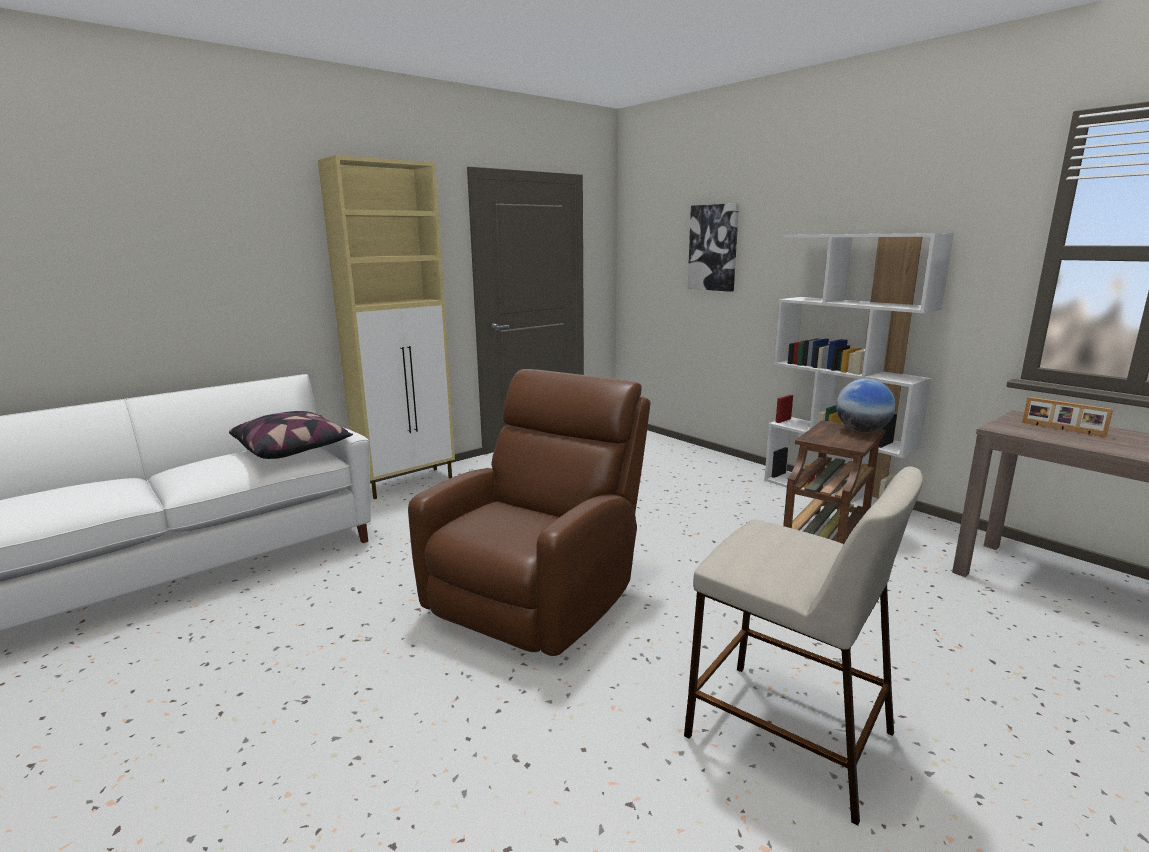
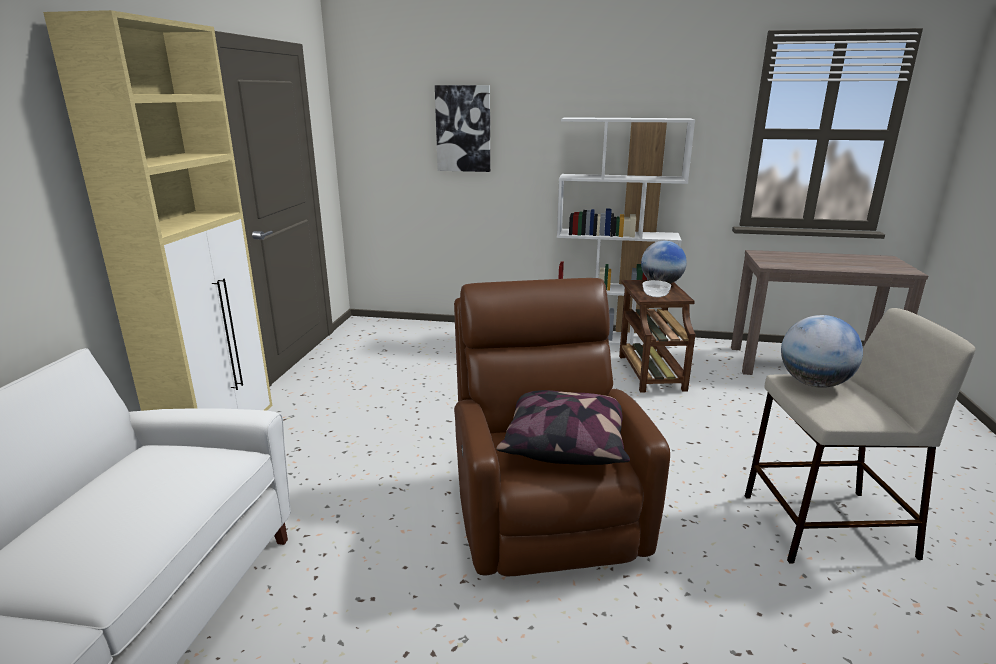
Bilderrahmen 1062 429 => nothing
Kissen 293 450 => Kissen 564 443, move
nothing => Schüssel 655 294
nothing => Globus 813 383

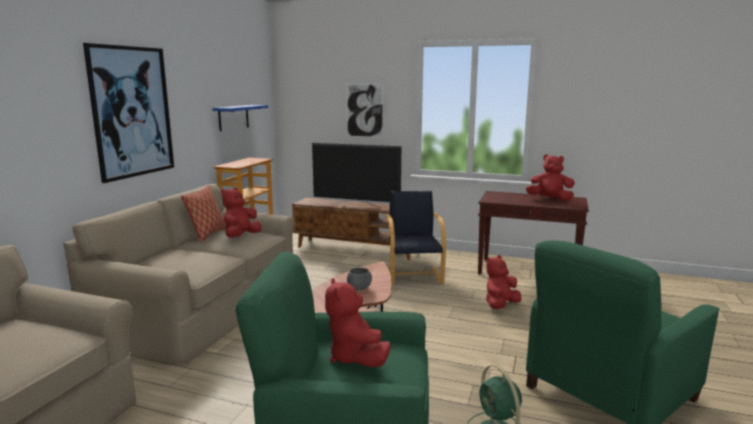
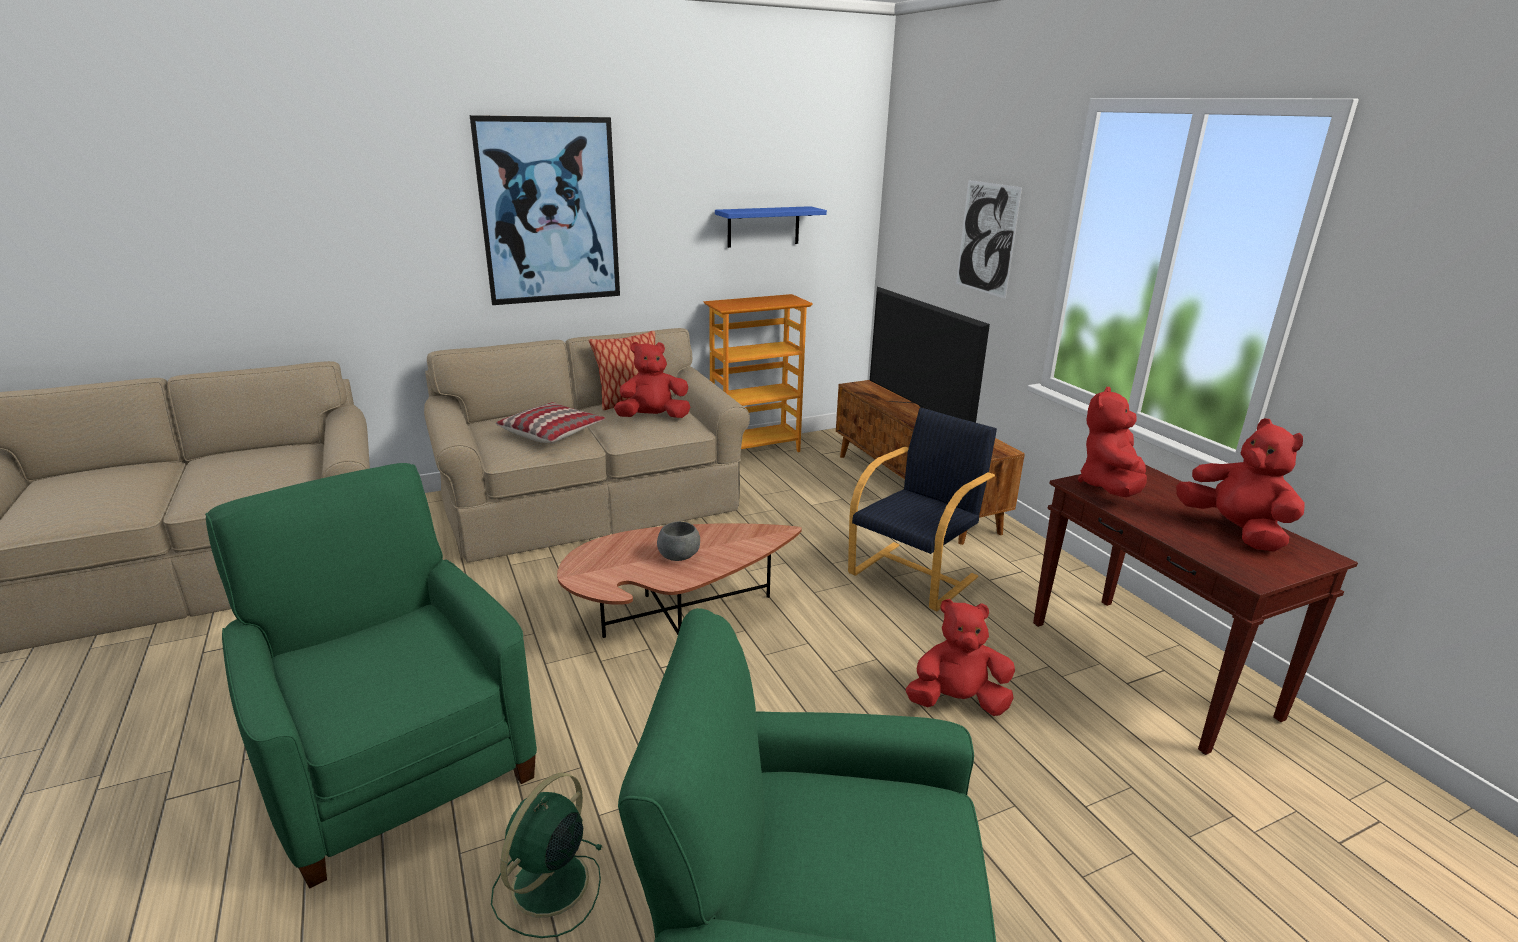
Plüschtier (rot) 355 357 => Plüschtier (rot) 1110 487, move
nothing => Kissen 552 433

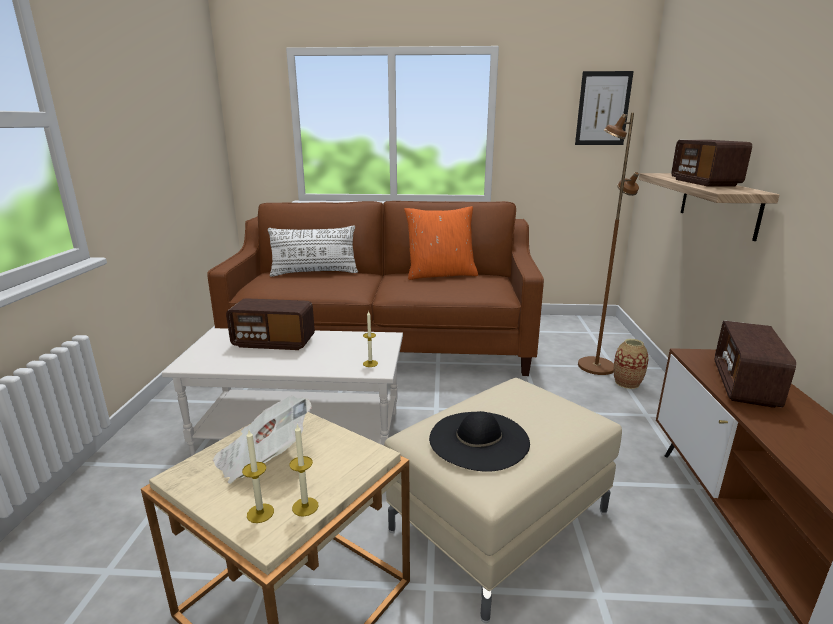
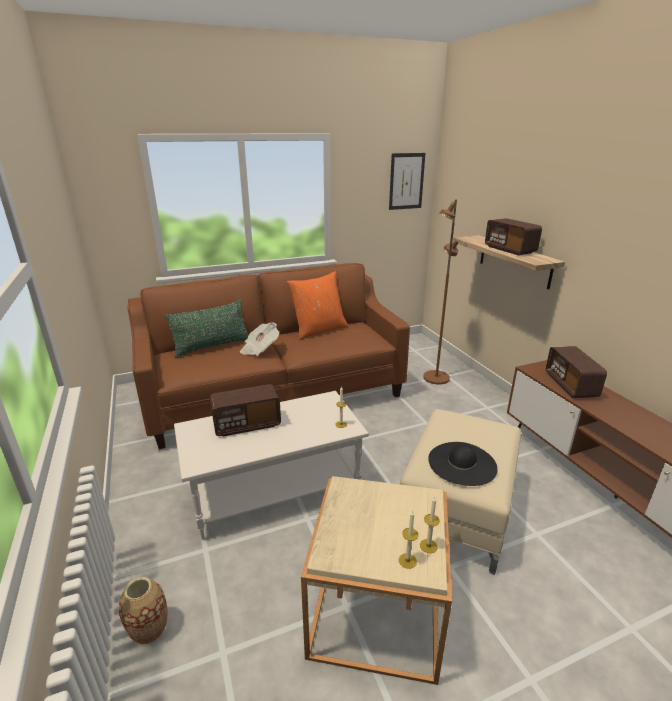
Kissen (weiß) 314 273 => Kissen (grün) 212 347
Vase 627 383 => Vase 149 629, move
Zeitung 263 459 => Zeitung 259 349, move

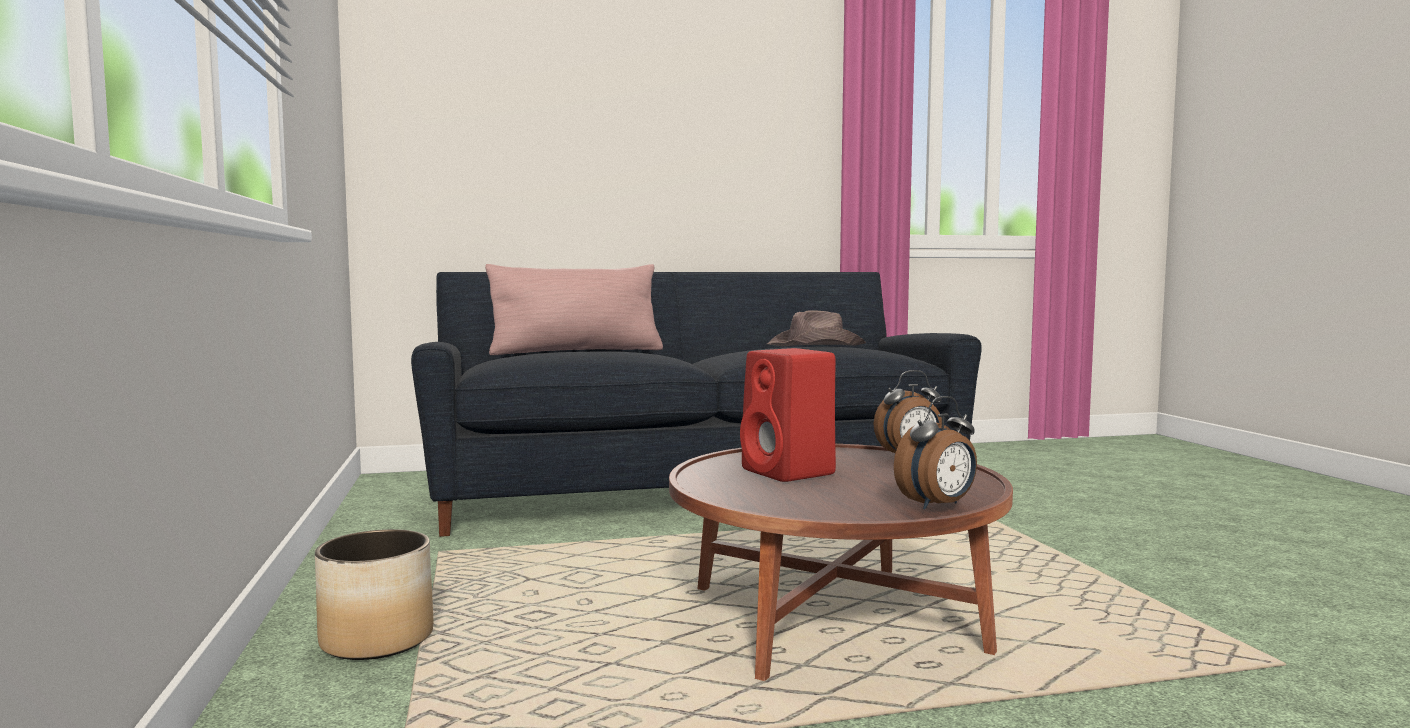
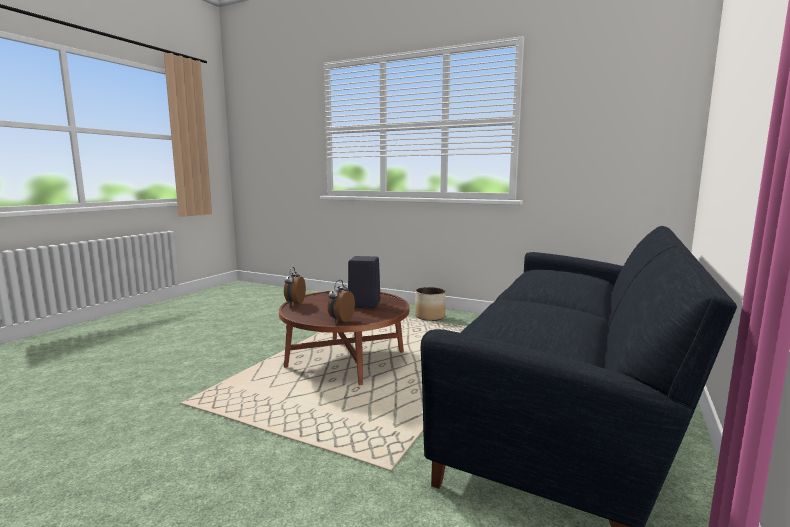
Kissen (rosa) 576 351 => nothing
Hut (braun) 817 346 => nothing
Lautsprecher (rot) 790 472 => Lautsprecher (schwarz) 363 304

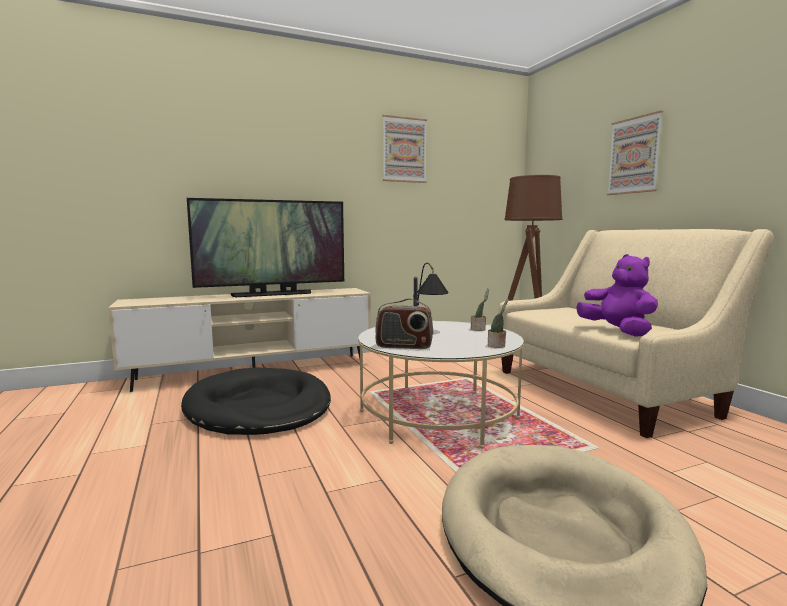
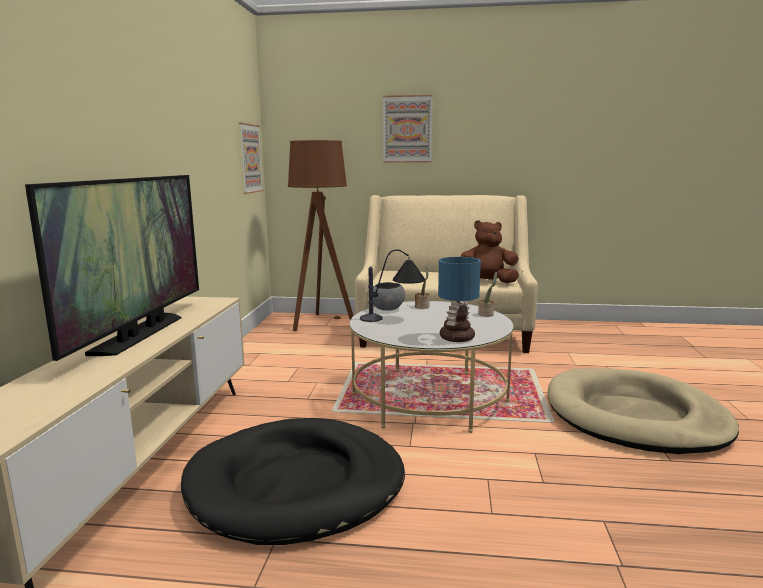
Bild 404 150 => Bild 250 158, move
Plüschtier (lila) 617 331 => Plüschtier (braun) 487 282
Radio 404 346 => Tischlampe 457 337
nothing => Schüssel (grau) 387 309

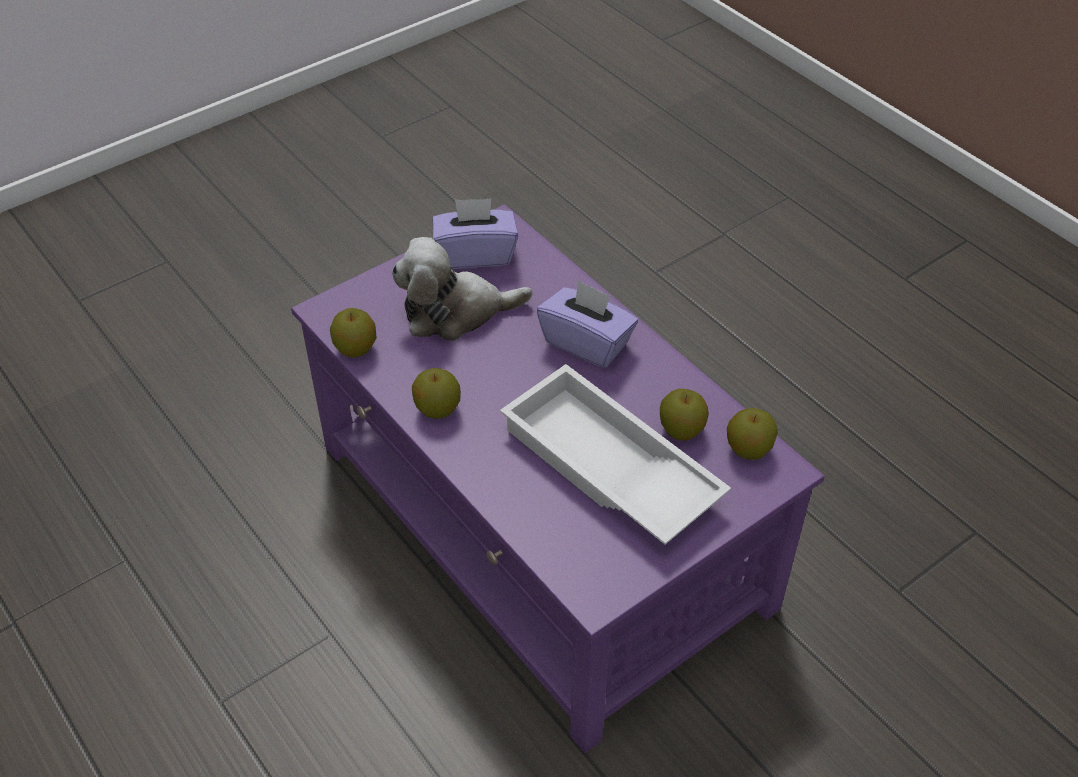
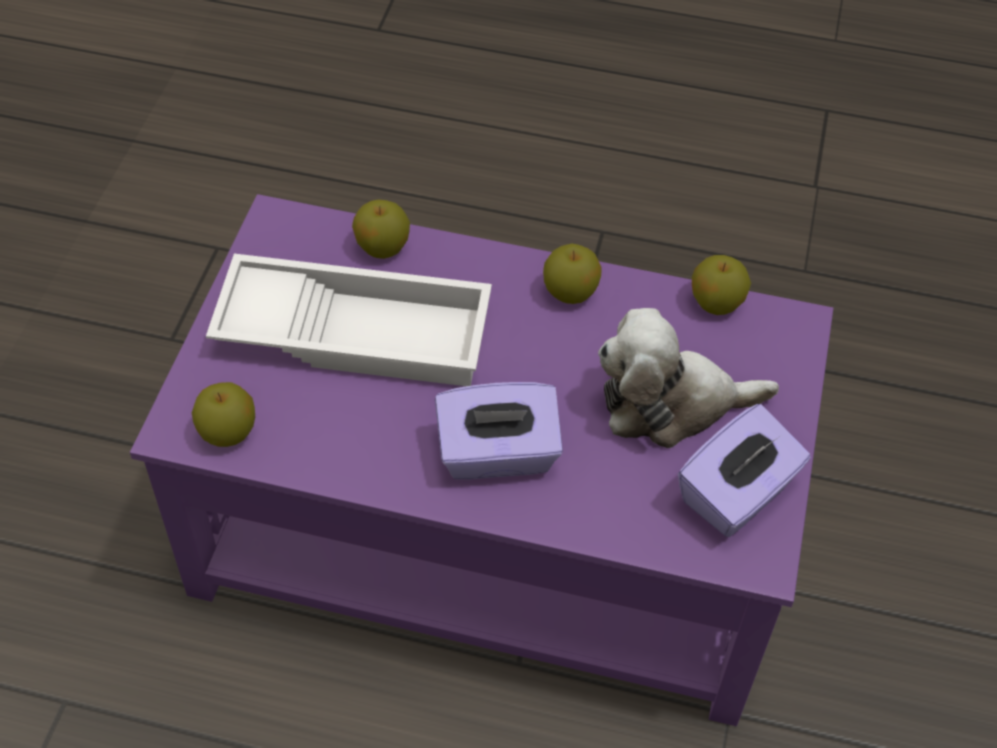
Plüschtier 455 312 => Plüschtier 671 403, 135 degrees counterclockwise
Apfel 681 430 => Apfel 382 247, move

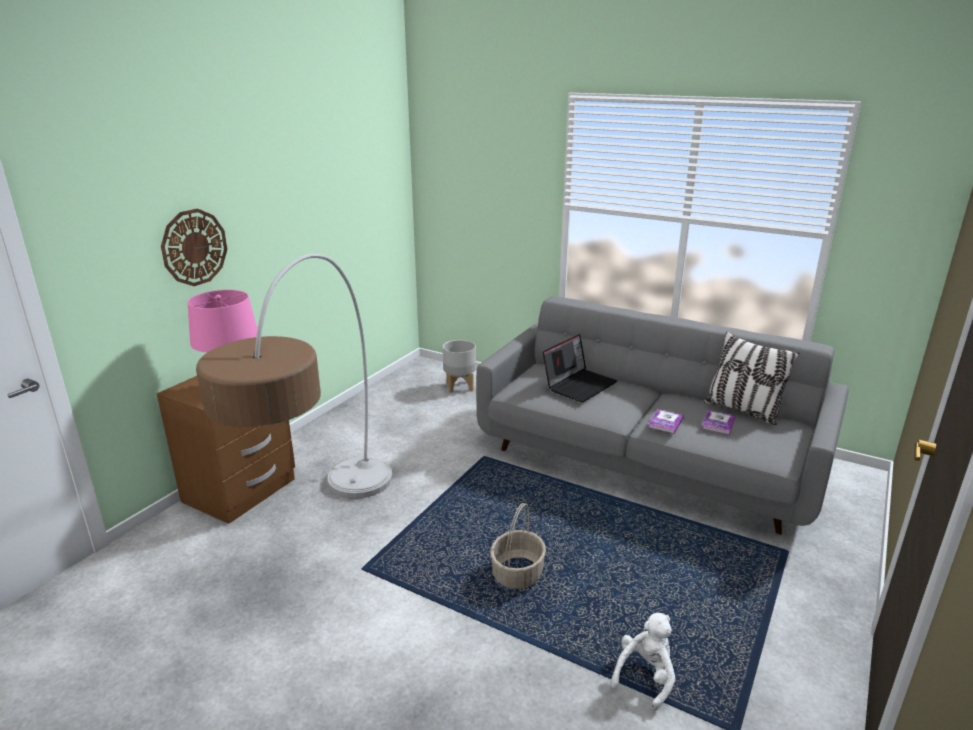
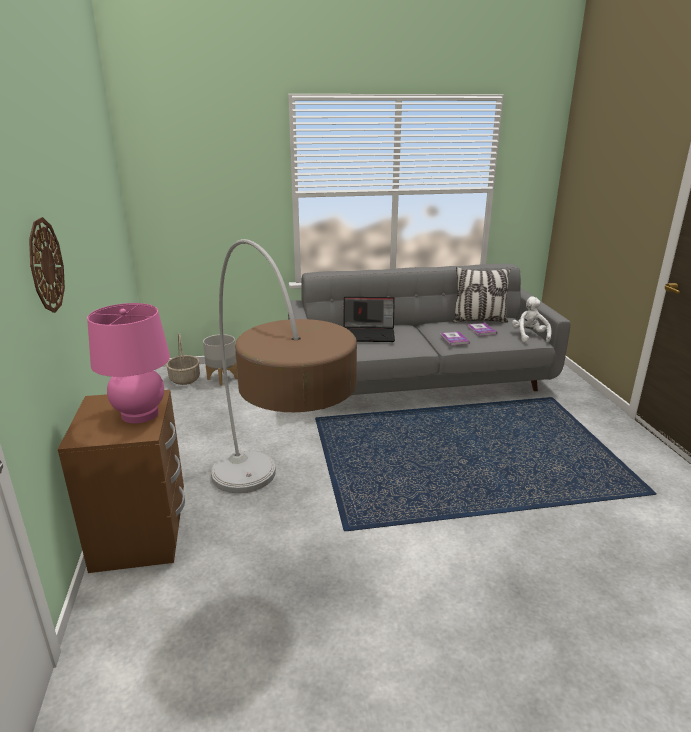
Laptop 579 384 => Laptop 369 334, 90 degrees clockwise
Korb 517 573 => Korb 184 379, move
Plüschtier (weiß) 645 677 => Plüschtier (weiß) 529 336, move

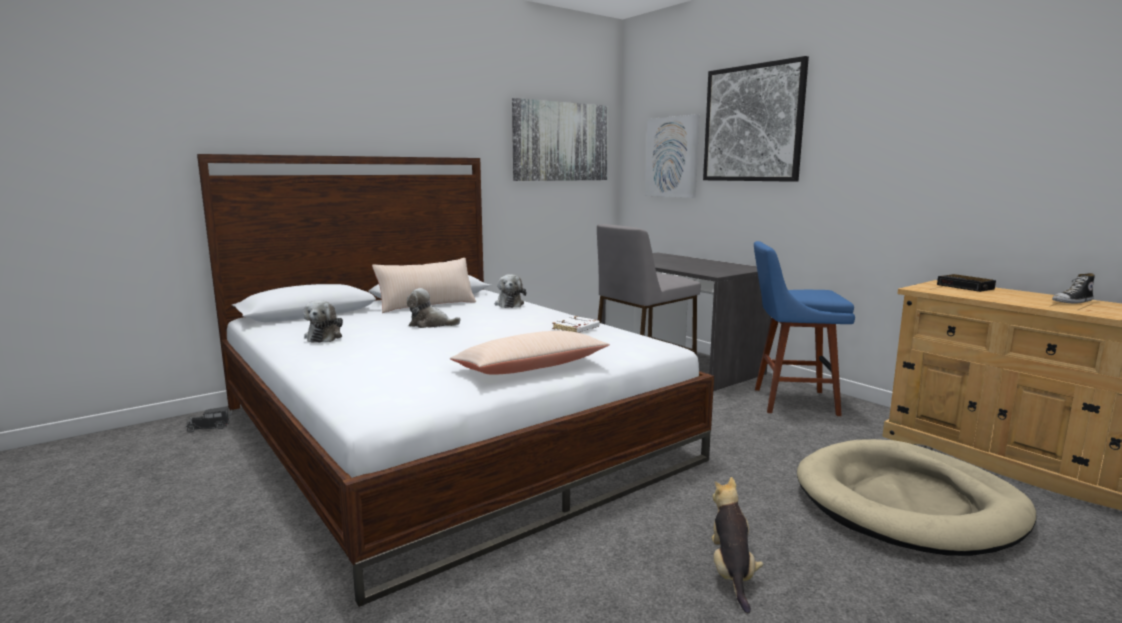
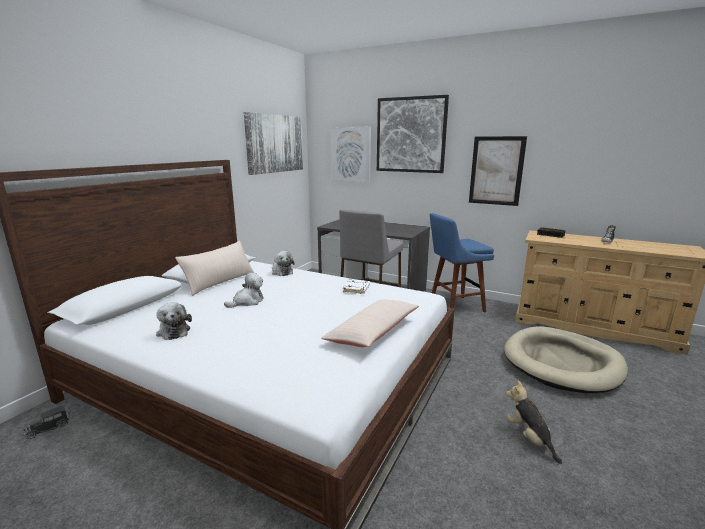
Plüschtier 430 324 => Plüschtier 247 302, 150 degrees clockwise
nothing => Bild 496 171

